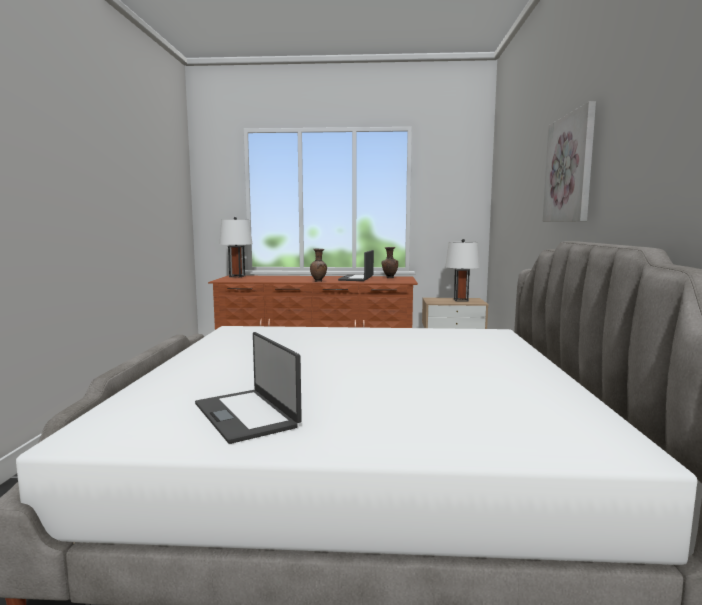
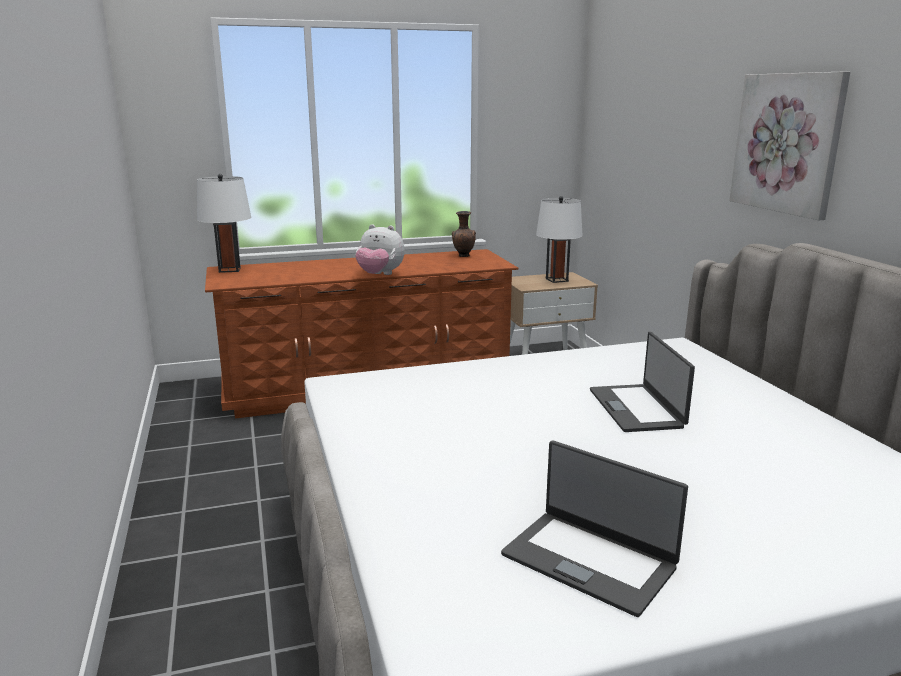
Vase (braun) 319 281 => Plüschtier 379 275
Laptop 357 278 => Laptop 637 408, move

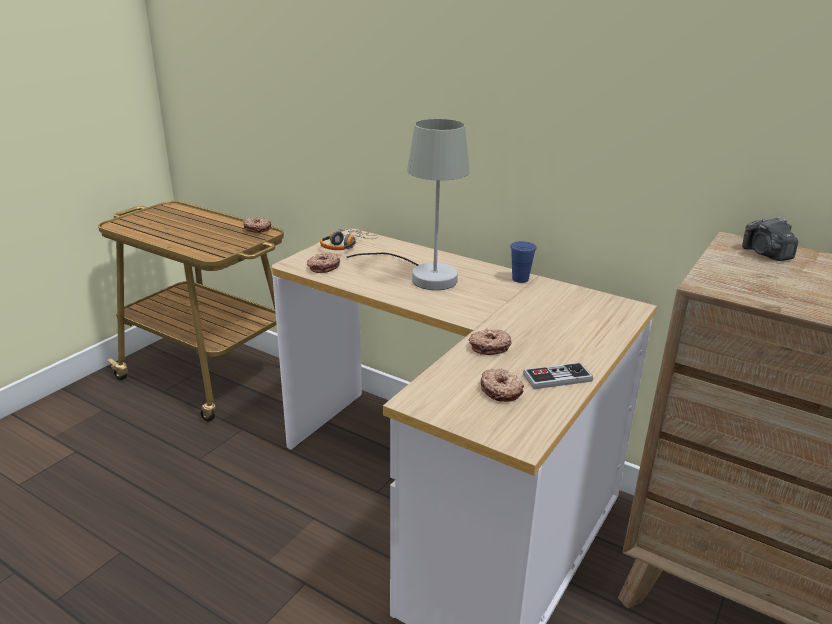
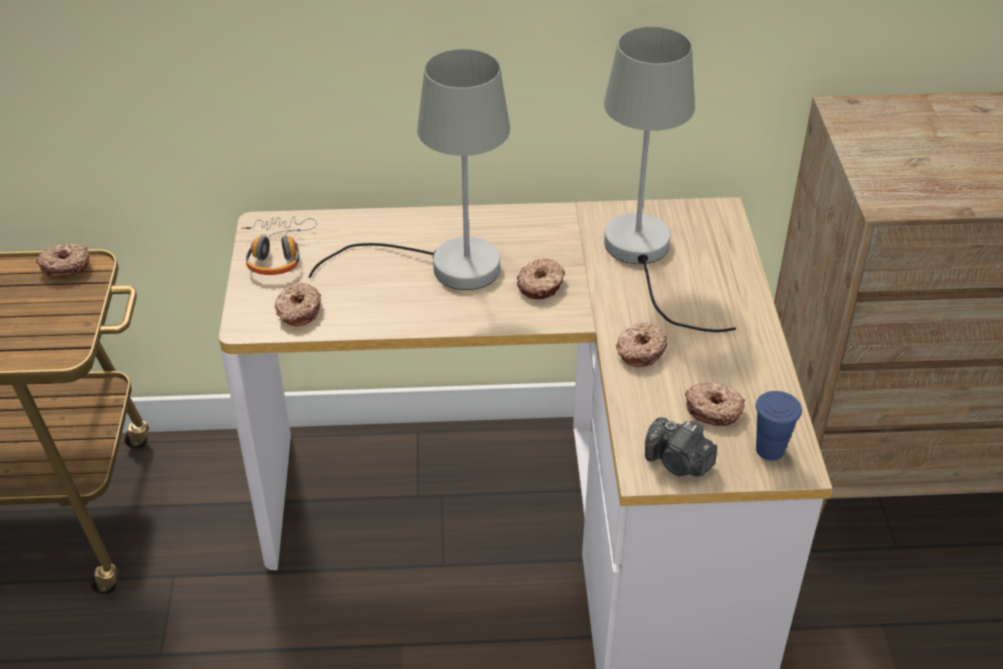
Kamera 765 254 => Kamera 678 463, move
Tasse (blau) 520 279 => Tasse (blau) 770 450, move
Gamepad 557 378 => nothing
nothing => Tischlampe (grau) 644 256
nothing => Donut 541 285

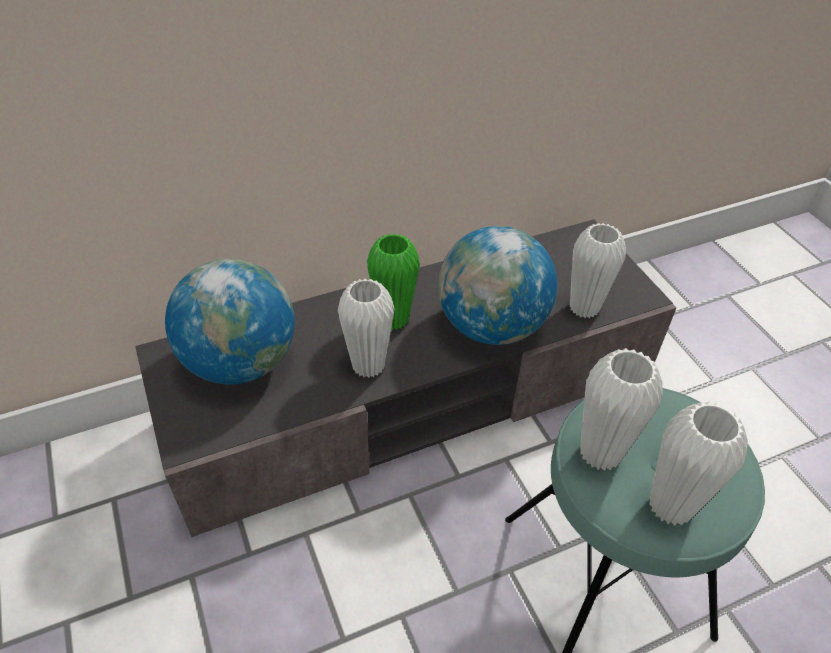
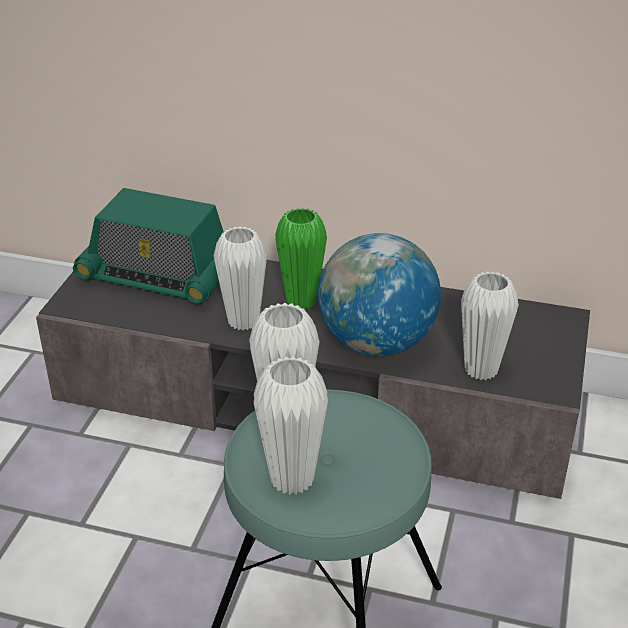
Globus 241 362 => Radio 158 275

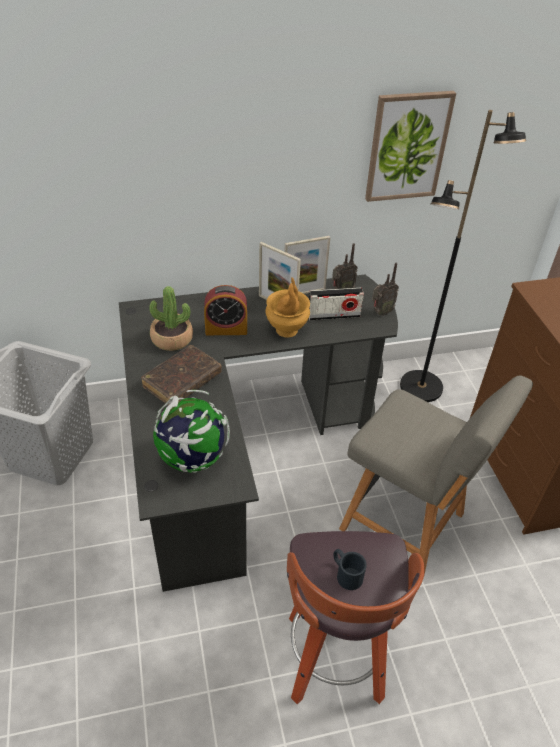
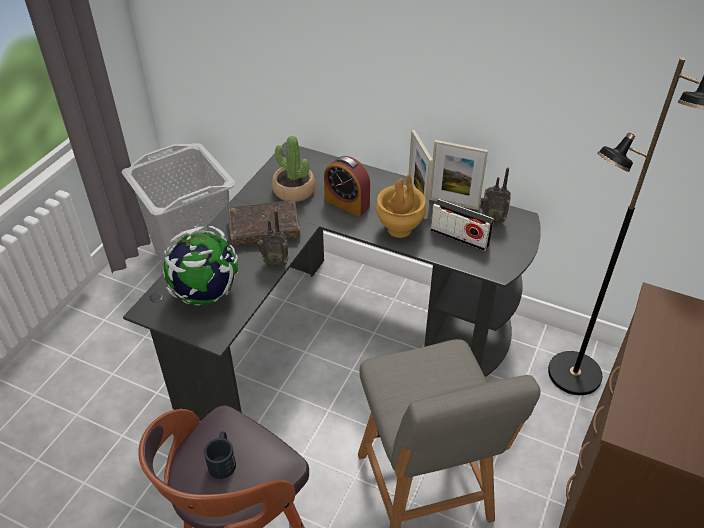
Bild 407 147 => nothing
Radio 381 312 => Radio 275 263, move

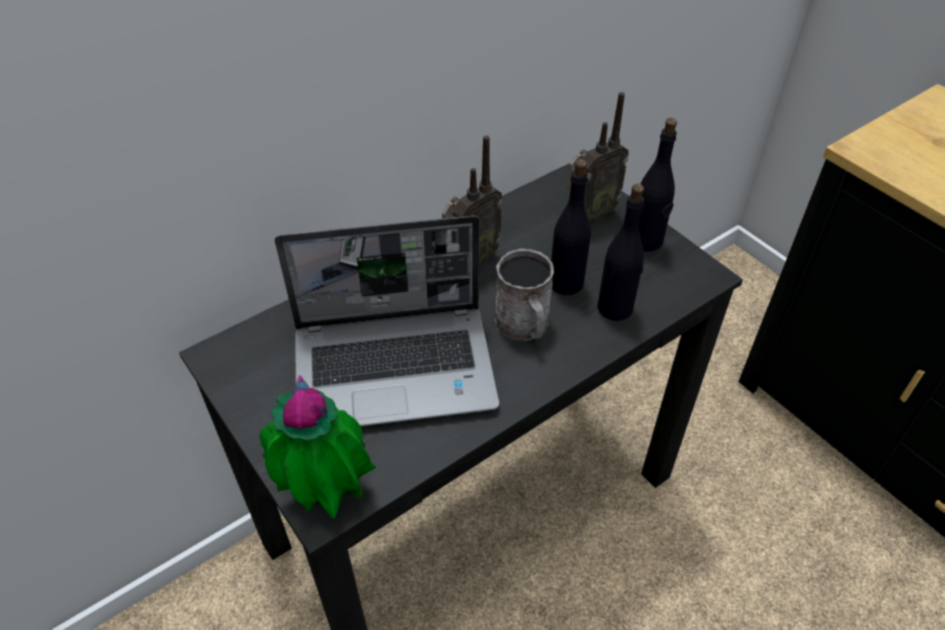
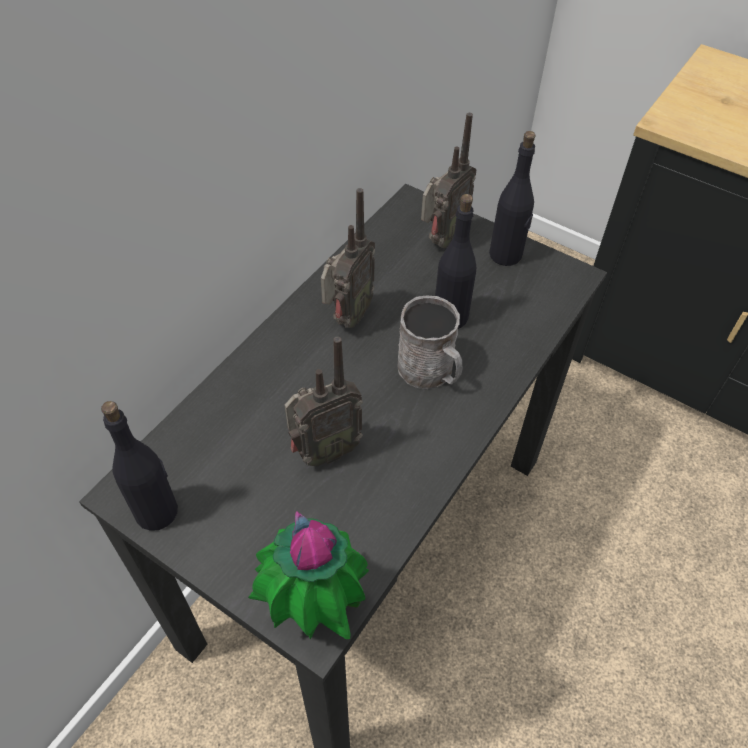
Flasche (schwarz) 615 308 => Flasche (schwarz) 157 511, move
Laptop 396 367 => Radio 323 451

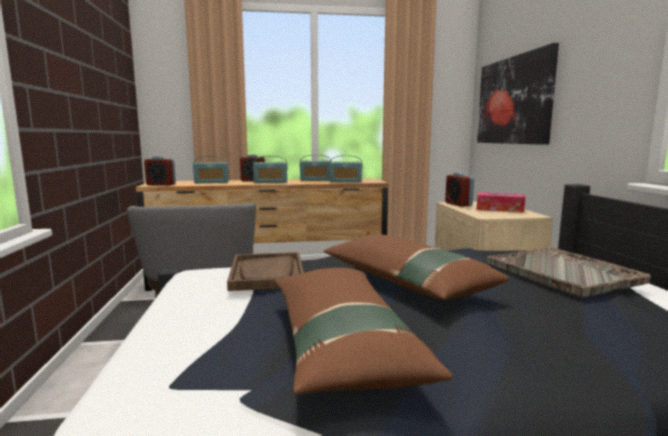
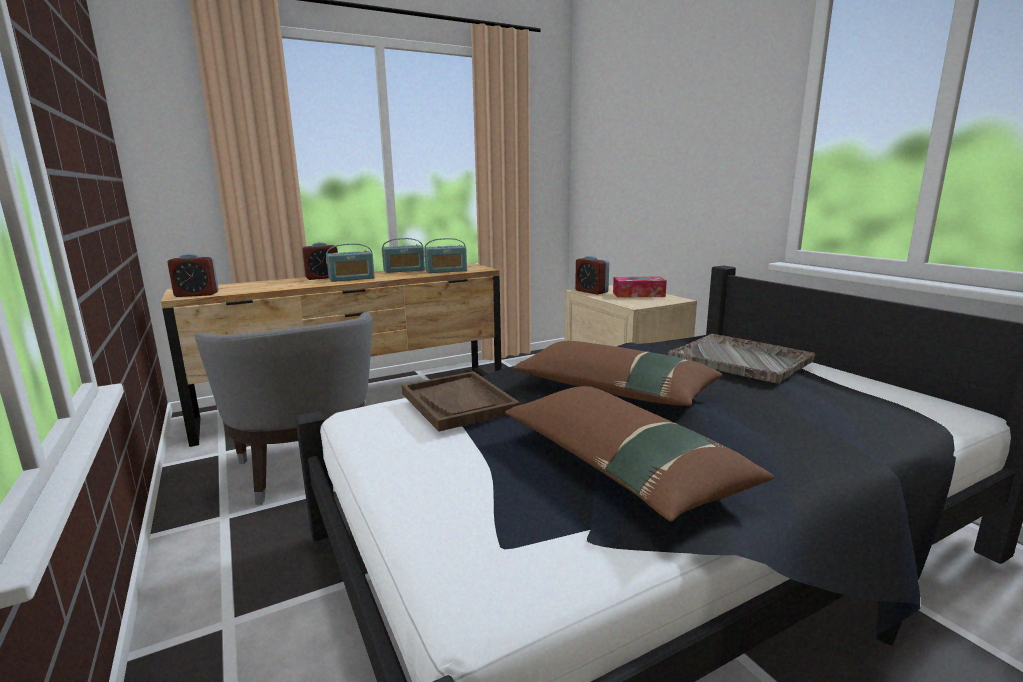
Bild 513 100 => nothing
Radio 211 182 => nothing

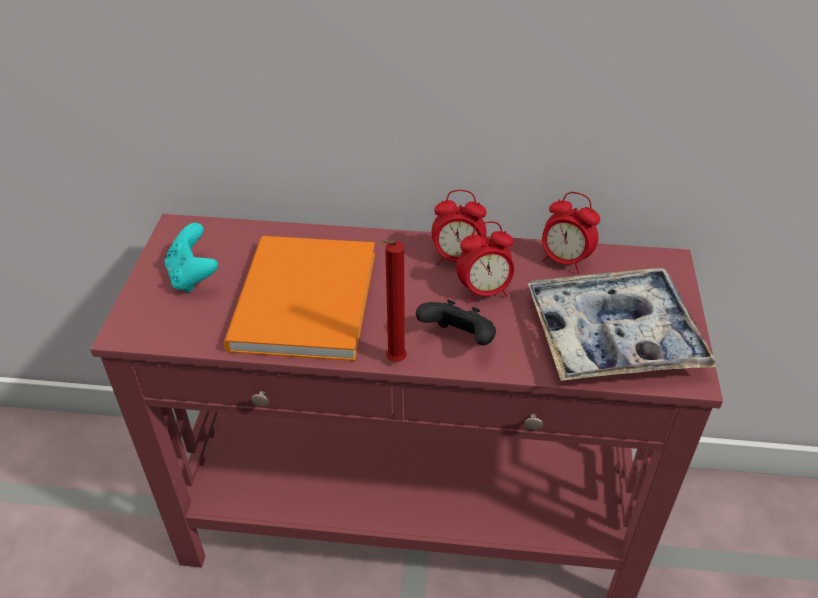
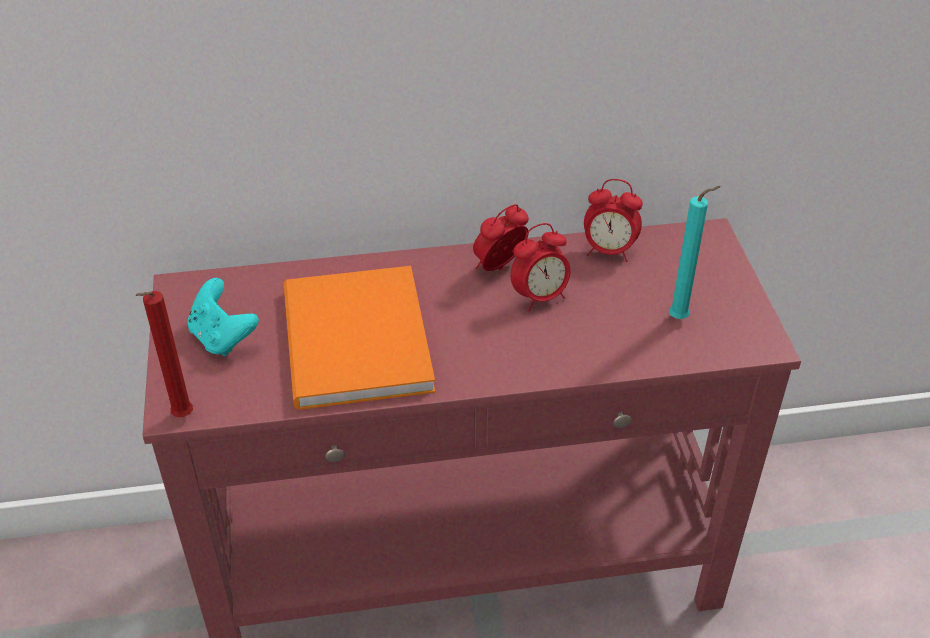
Wecker 457 258 => Wecker 499 268, 150 degrees clockwise
Kerze (rot) 393 362 => Kerze (rot) 180 418, move
Tablett 613 336 => Kerze (türkis) 681 318
Gamepad (schwarz) 459 340 => nothing

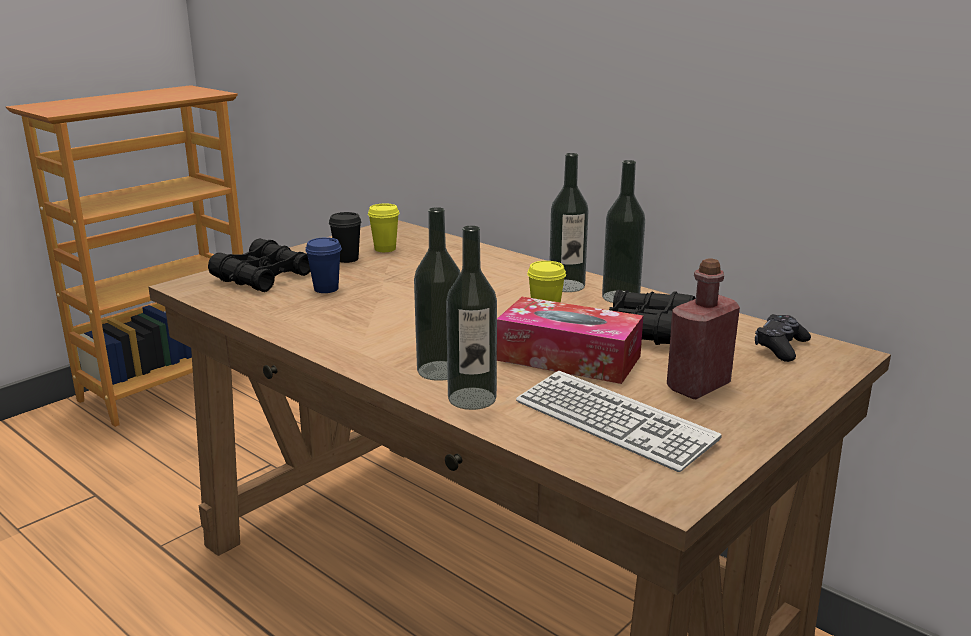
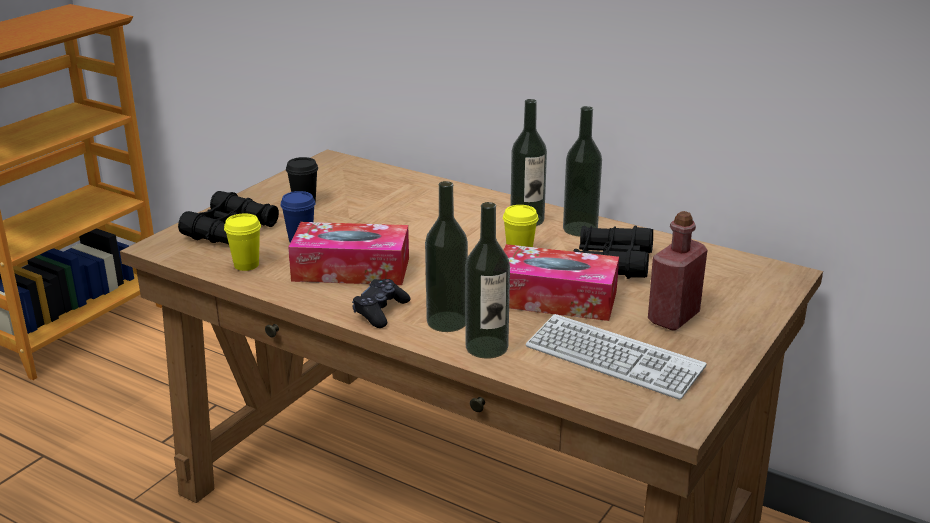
Tasse (gelb) 385 249 => Tasse (gelb) 246 265, move
Gamepad (schwarz) 780 347 => Gamepad (schwarz) 380 311, move
nothing => Taschentuchbox 351 269

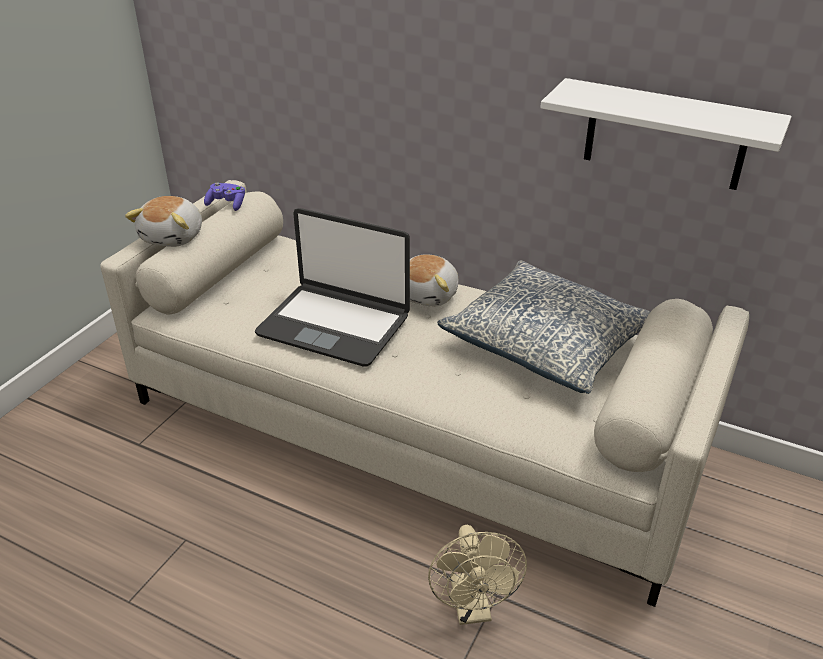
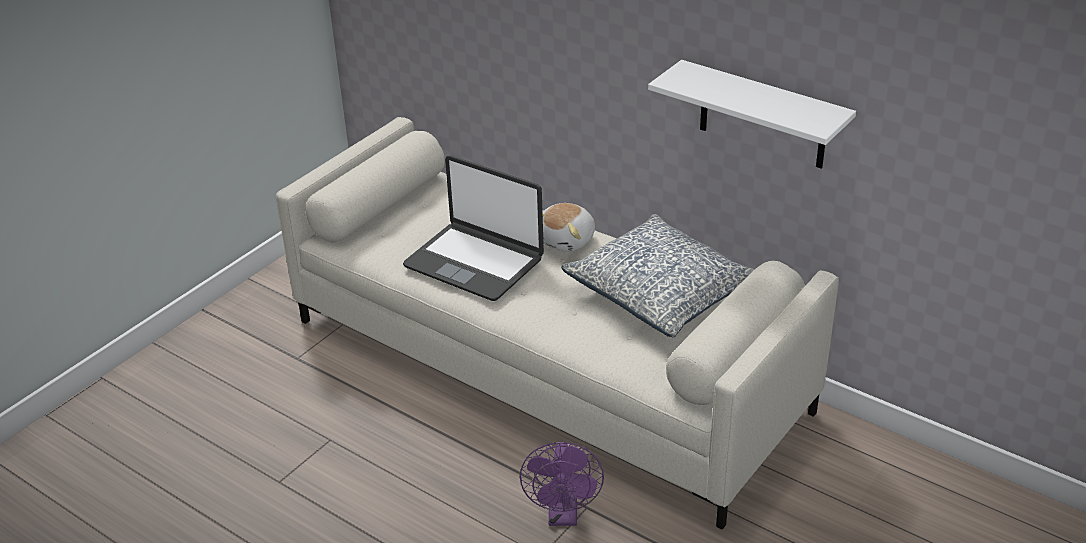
Gamepad (lila) 227 204 => nothing
Plüschtier 174 237 => nothing
Ventilator (beige) 473 609 => Ventilator (lila) 563 515

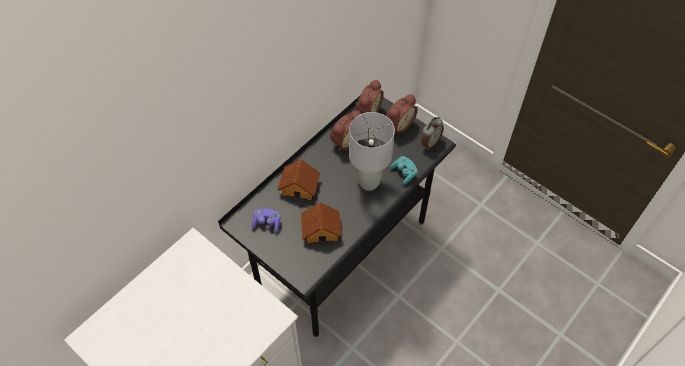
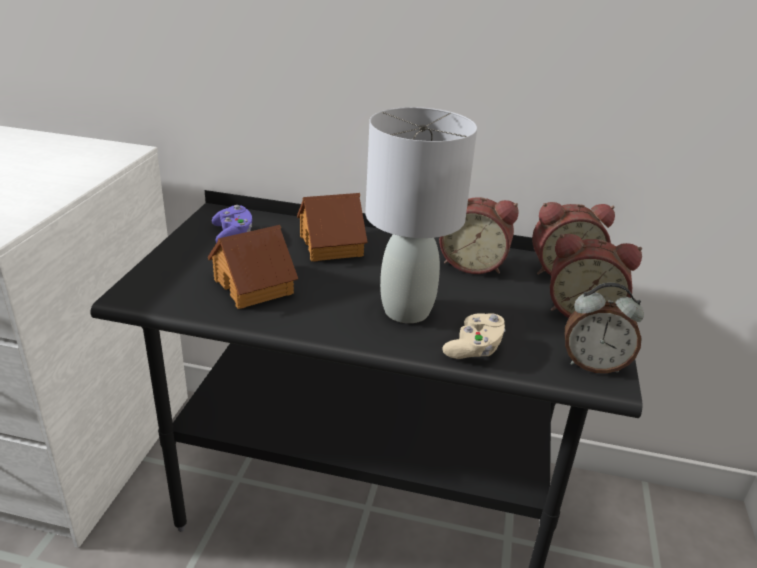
Gamepad (türkis) 404 173 => Gamepad (beige) 474 349

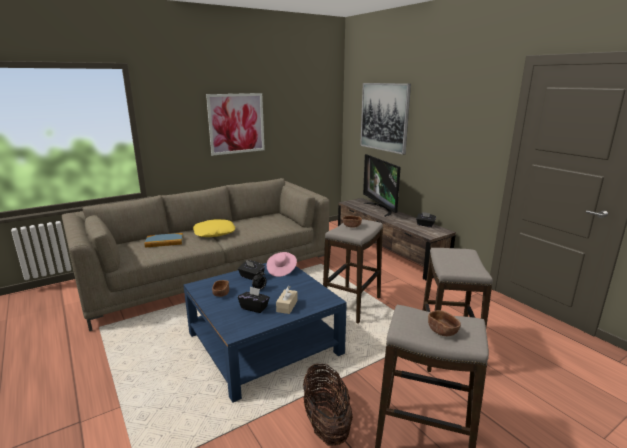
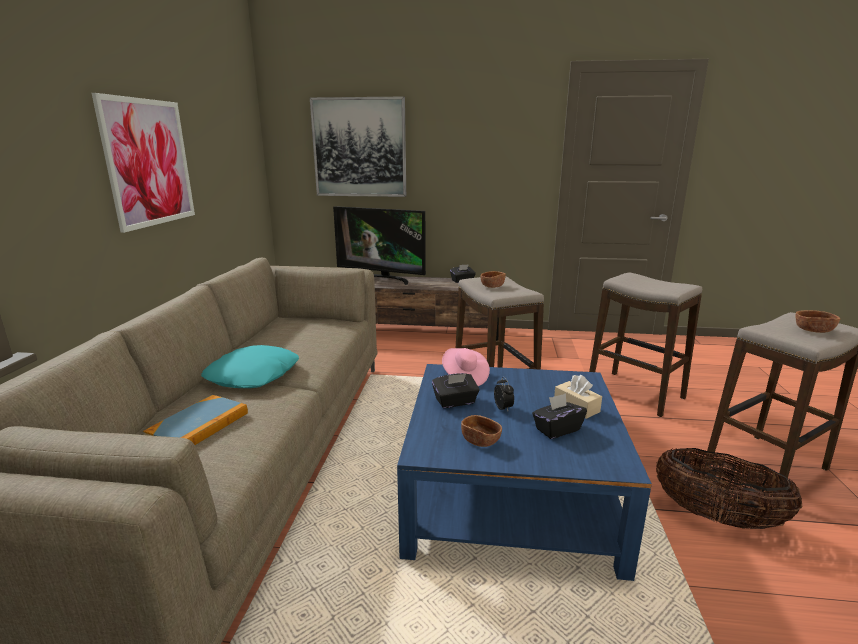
Kissen (gelb) 214 233 => Kissen (türkis) 254 375

